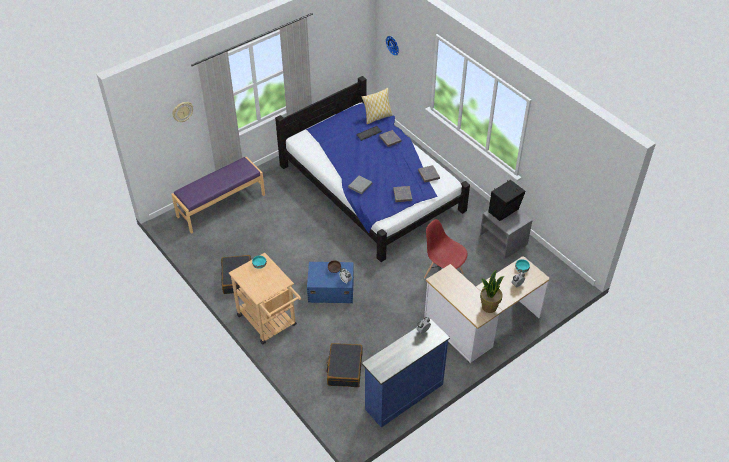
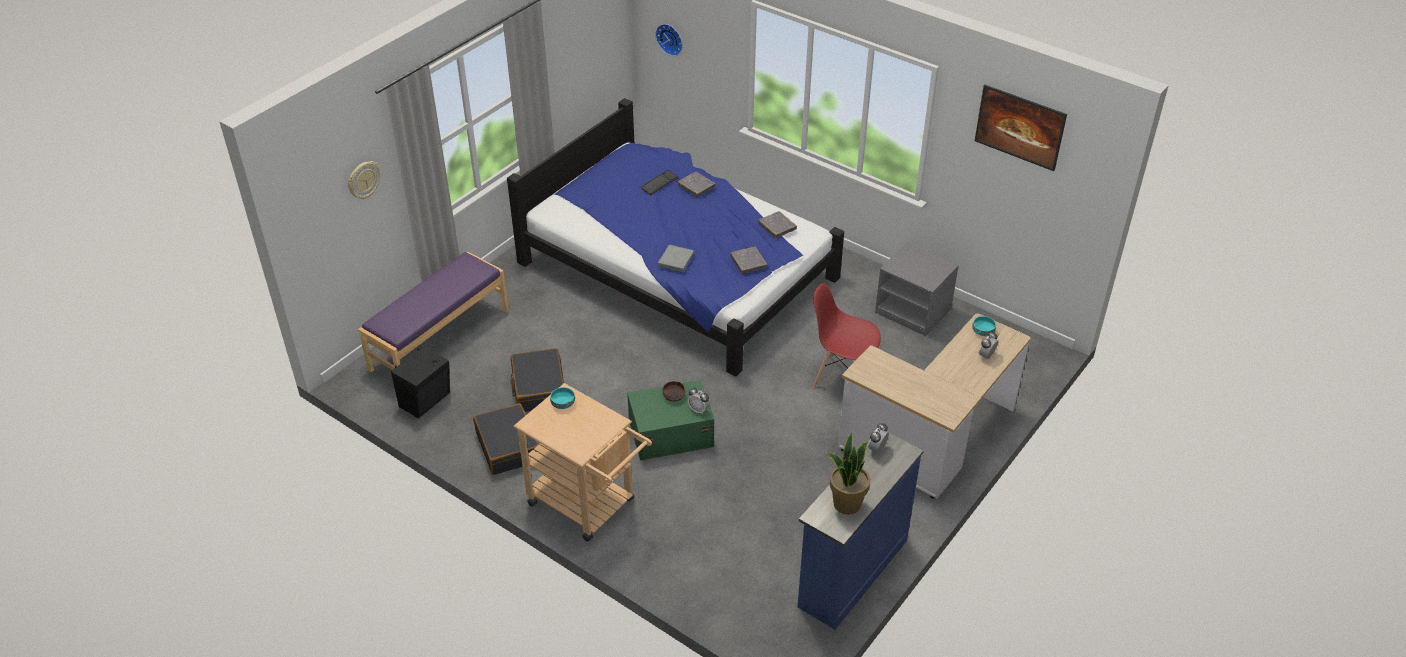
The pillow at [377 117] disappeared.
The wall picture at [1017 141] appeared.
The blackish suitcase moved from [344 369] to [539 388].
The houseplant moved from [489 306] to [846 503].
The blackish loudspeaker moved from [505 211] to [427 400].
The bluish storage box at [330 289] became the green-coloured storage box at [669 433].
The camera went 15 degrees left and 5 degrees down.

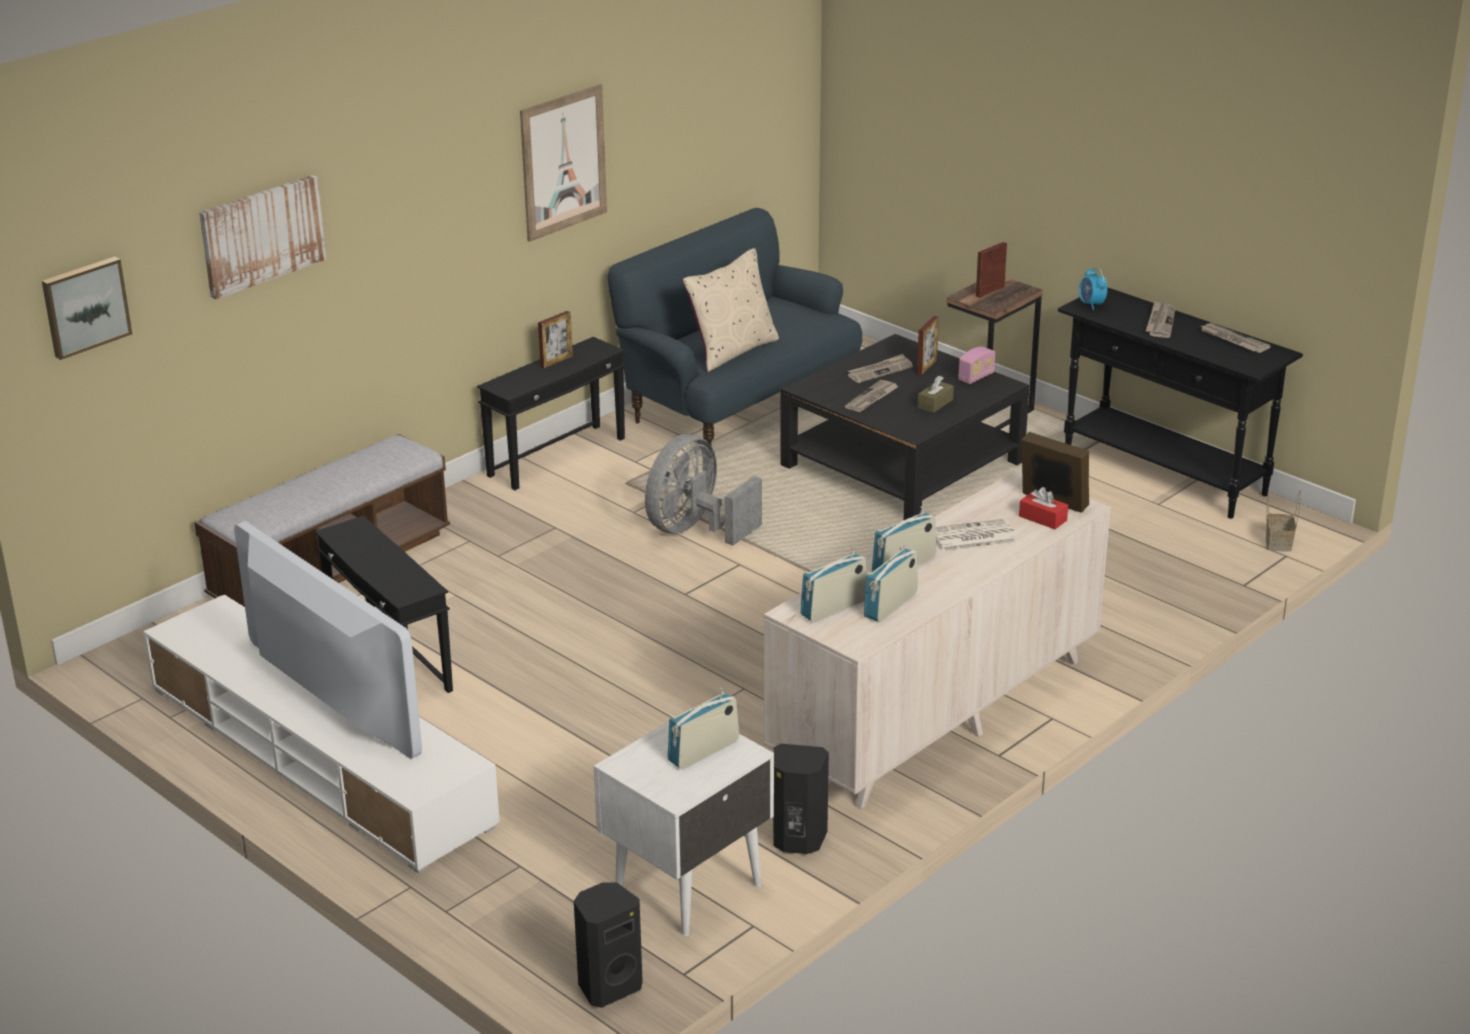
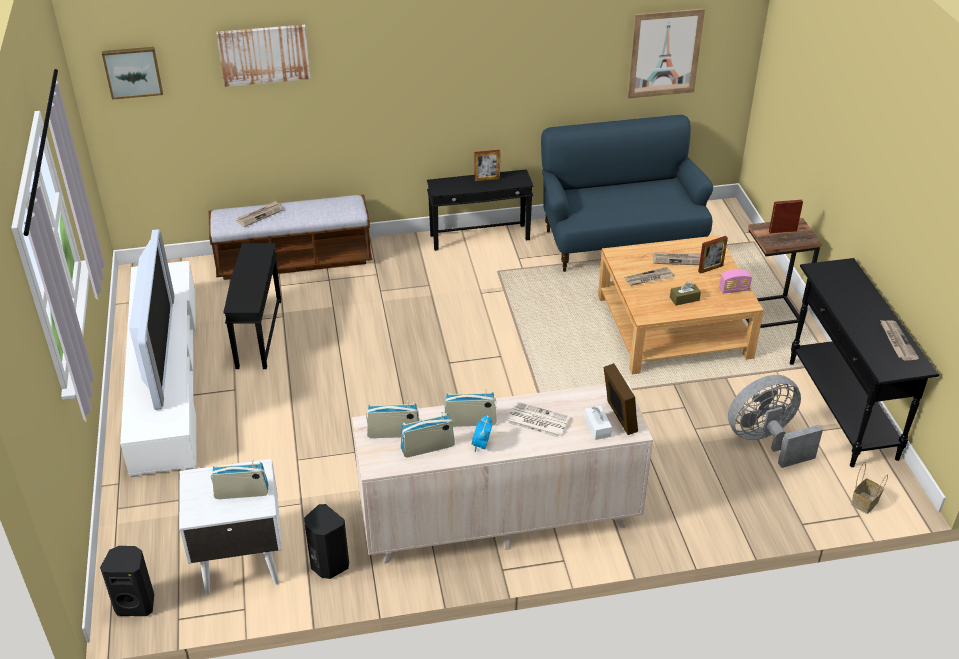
The sand-coloured pillow at [732 351] disappeared.
The wall picture moved from [563 162] to [665 53].
The grey cooling fan moved from [695 530] to [766 441].
The table clock moved from [1091 305] to [481 445].
The printed paper moved from [1160 322] to [259 215].
The blackish low table at [902 464] became the sand-coloured low table at [673 327].
The red-coloured tissue holder at [1042 518] became the white tissue holder at [597 427].
The camera went 35 degrees right and 10 degrees up.

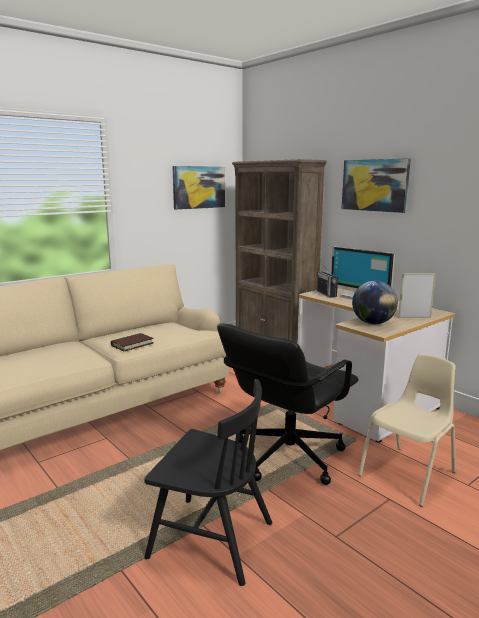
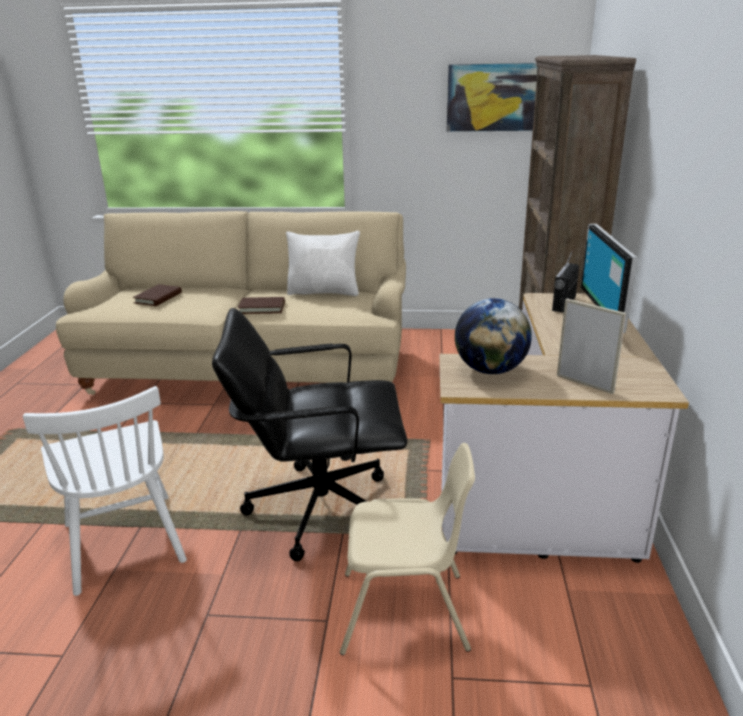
The wall picture at [374 185] disappeared.
The brown bound book at [158 298] appeared.
The white pillow at [324 292] appeared.
The blackish plain chair at [210 539] became the white plain chair at [124 541].
The camera went 45 degrees right and 10 degrees up.

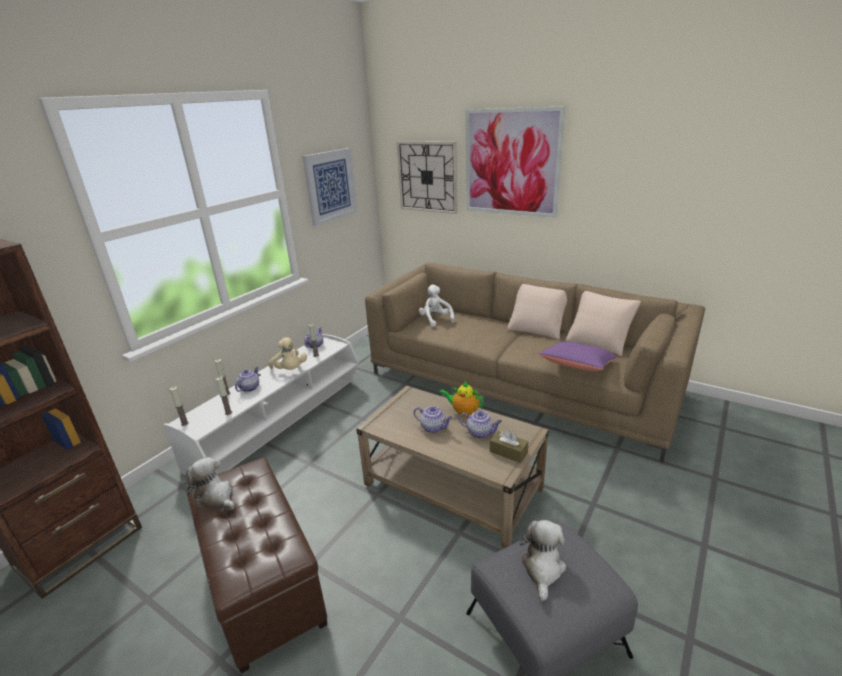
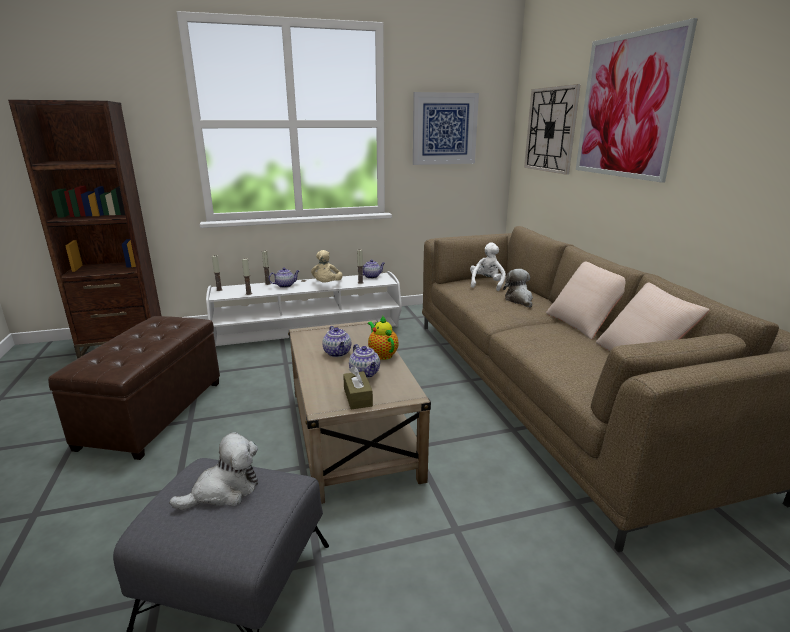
The purplish pillow at [577 366] disappeared.
The plush toy moved from [215 496] to [519 300].
The camera went 40 degrees right and 5 degrees down.

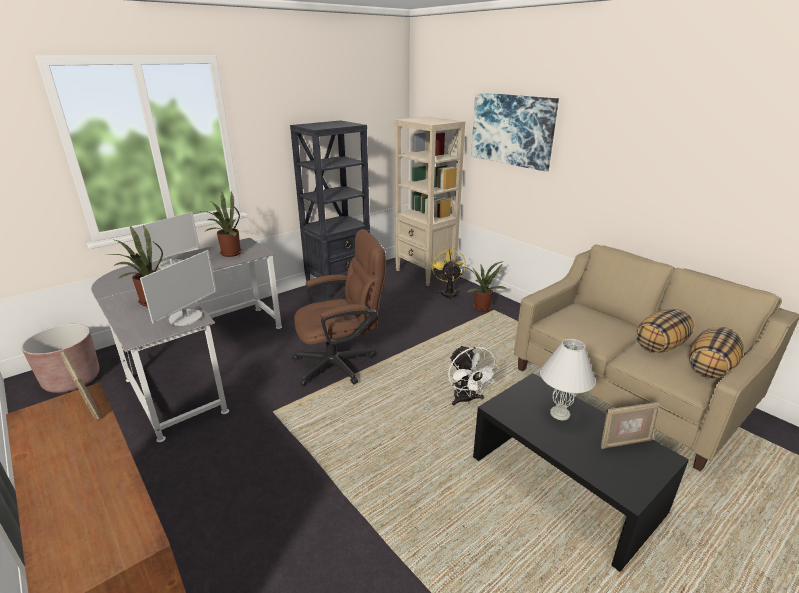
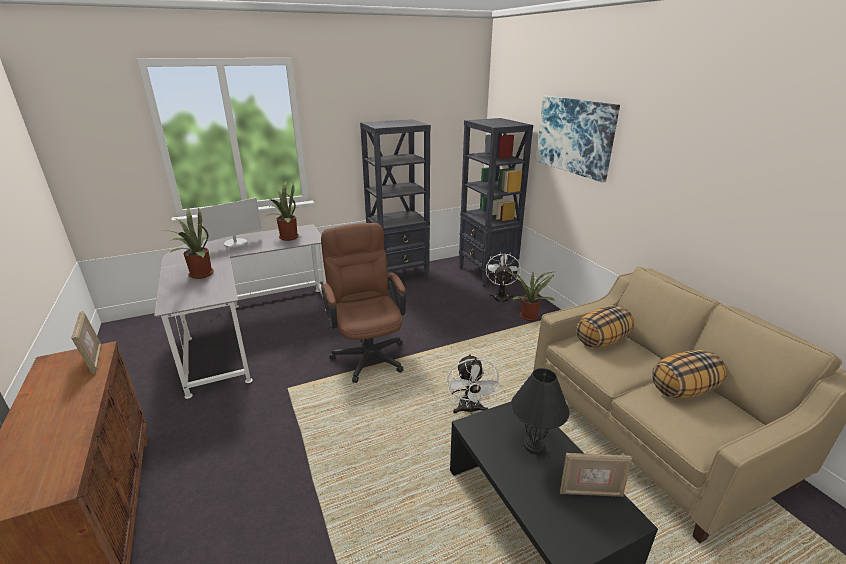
The brown planter at [72 380] disappeared.
The computer screen at [186 318] disappeared.
The pillow moved from [709 367] to [601 340].
The sand-coloured bookshelf at [425 273] became the blackish bookshelf at [487 274].
The yellow cooling fan at [448 293] became the white cooling fan at [501 297].
The white table lamp at [559 414] became the blackish table lamp at [533 445].
The brown desk chair at [341 363] turned 105 degrees counterclockwise.
The camera went 15 degrees right and 0 degrees up.

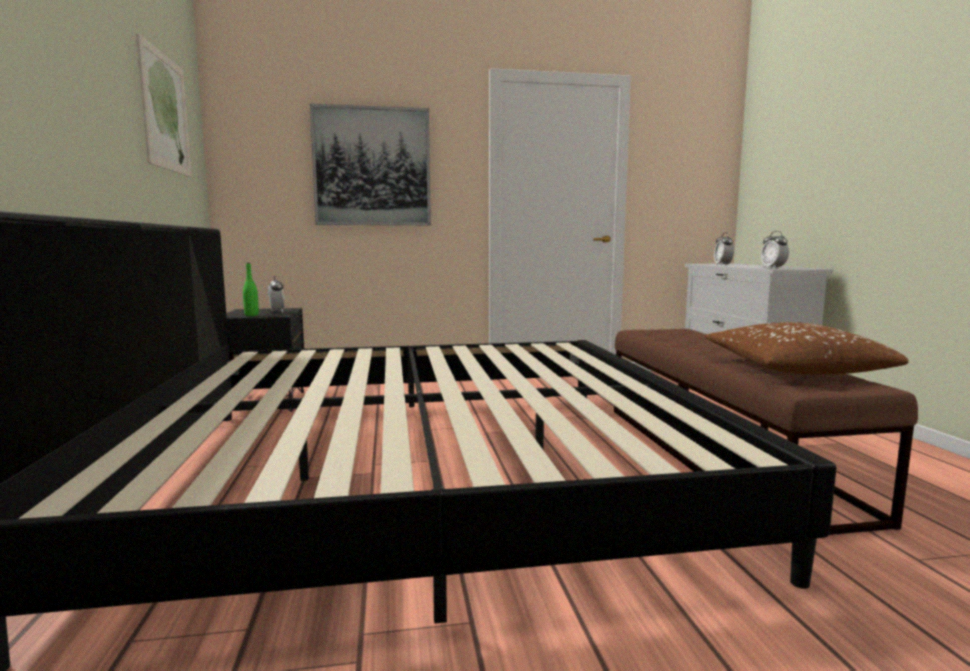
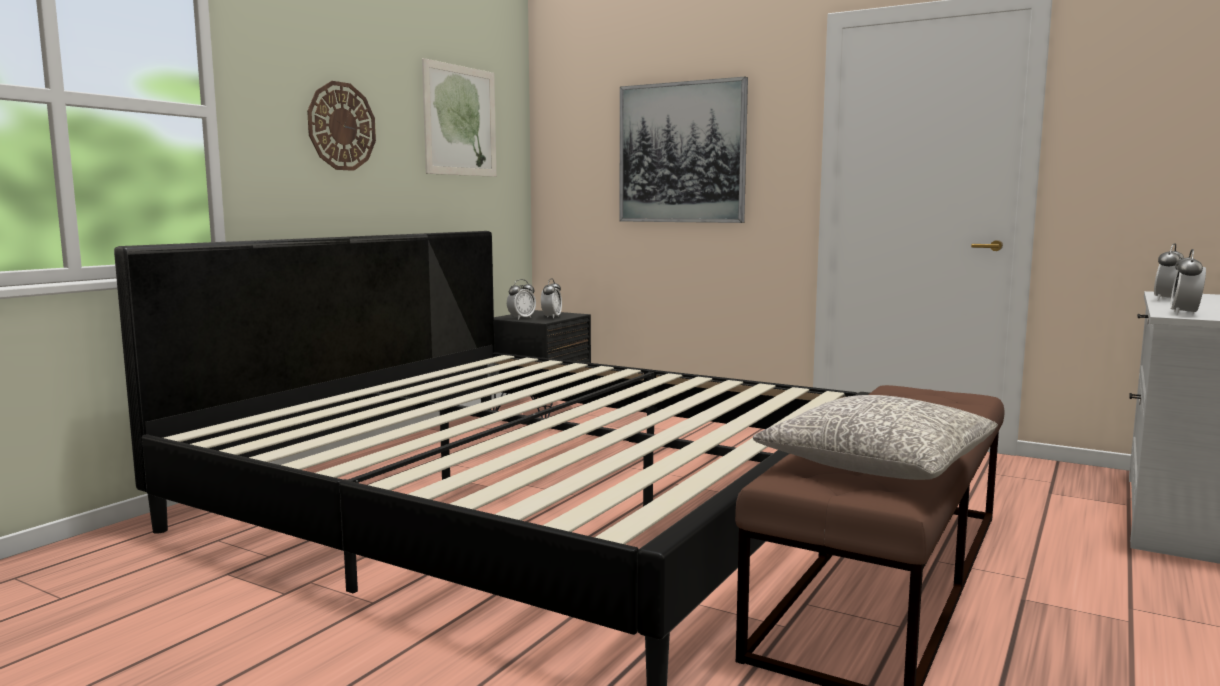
The hanging clock at [341 126] appeared.
The green-coloured beverage bottle at [251 315] was replaced by the table clock at [521 318].
The brown pillow at [792 370] became the grey pillow at [877 464].
The camera went 40 degrees right and 0 degrees up.

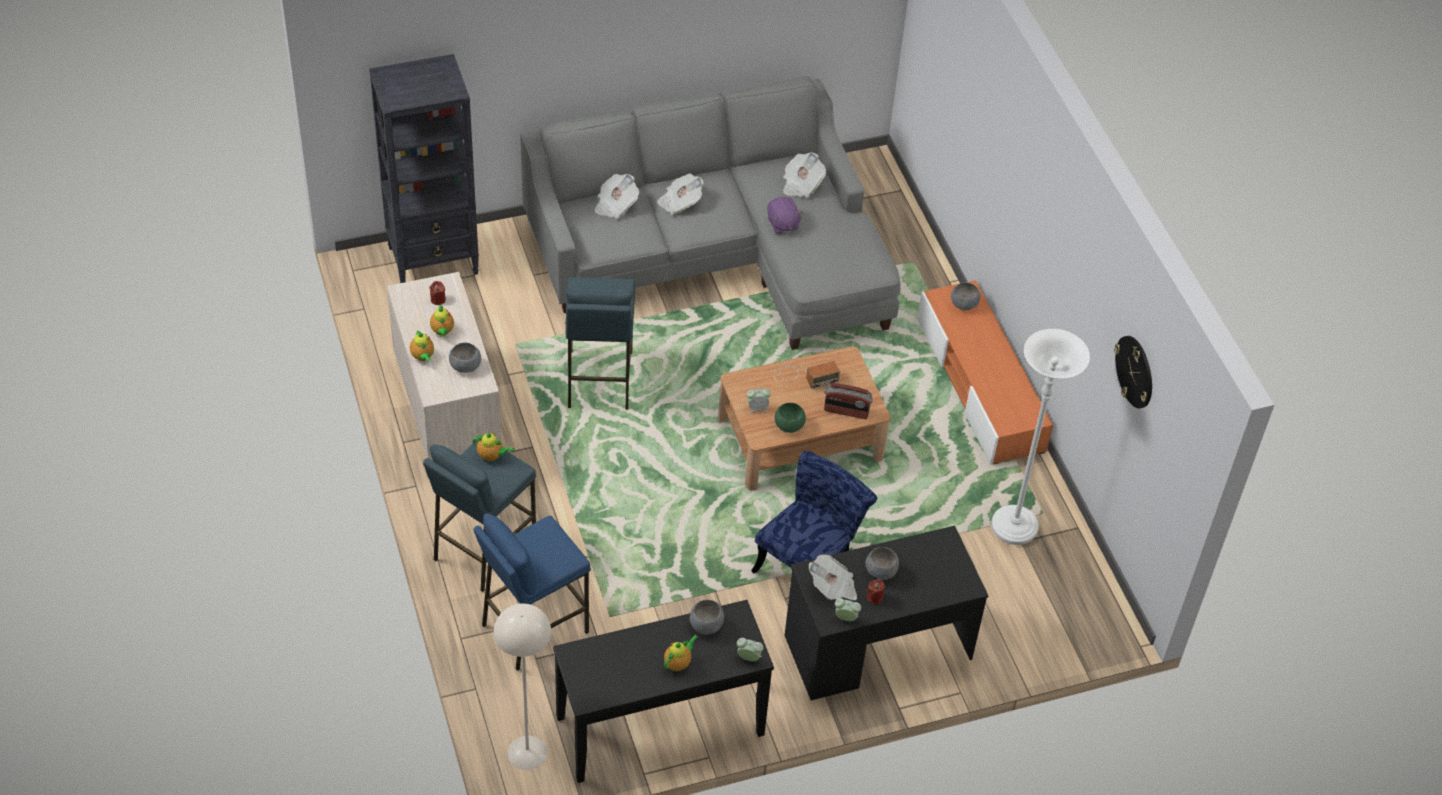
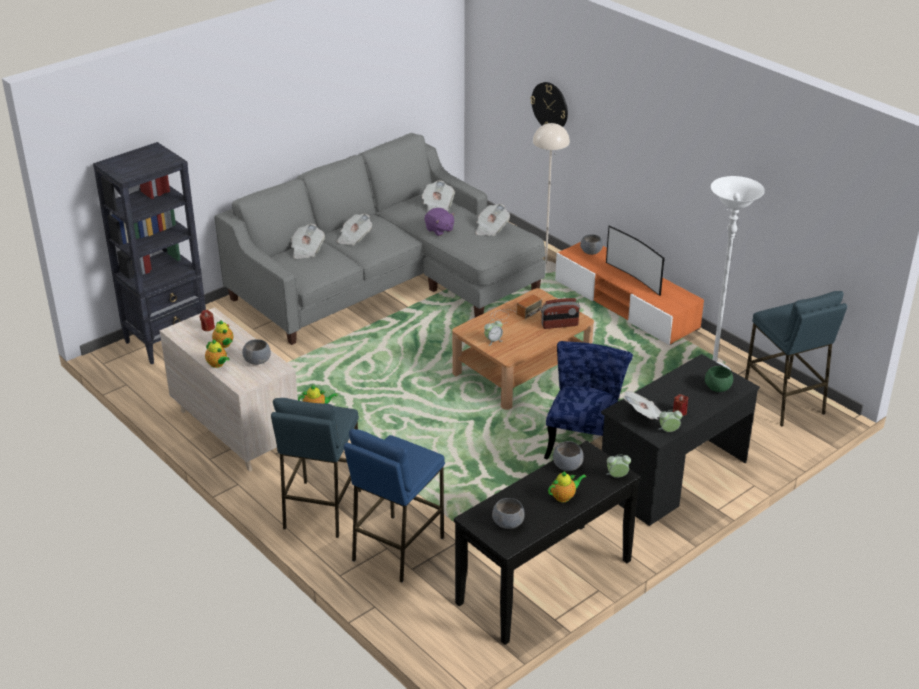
The printed paper at [491 229] appeared.
The TV at [635 277] appeared.
The sand-coloured standard lamp moved from [528 752] to [546 267].
The bluish sitting stool moved from [598 380] to [784 402].
The green-coloured bowl moved from [789 425] to [718 388].
The grey bowl moved from [881 570] to [508 522].
The hanging clock moved from [1135 371] to [550 106].
The pot for tea at [678 663] turned 45 degrees clockwise.
The camera went 20 degrees left and 15 degrees down.

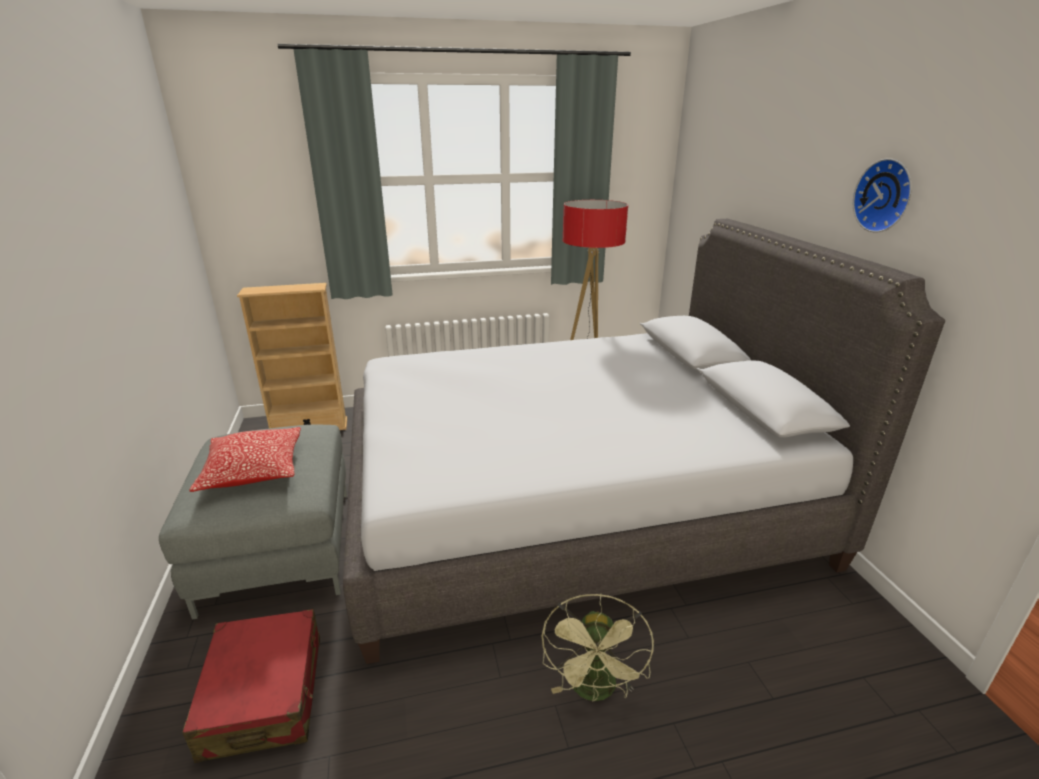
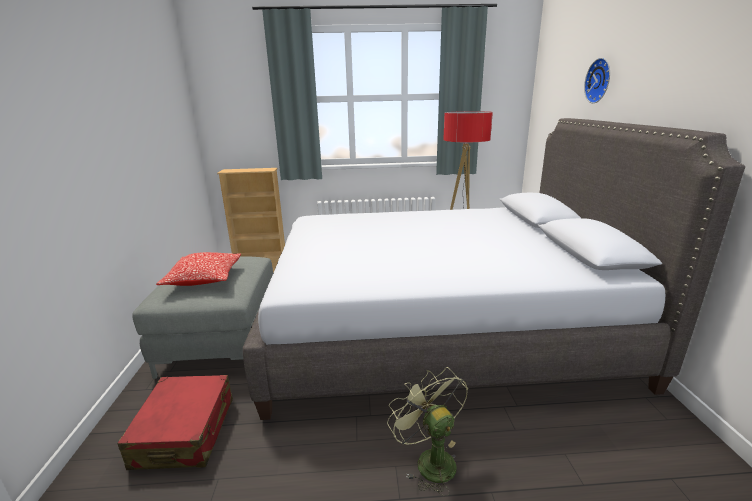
The hanging clock moved from [885 196] to [600 80].
The green-coloured cooling fan at [595 691] turned 135 degrees clockwise.
The camera went 10 degrees right and 5 degrees down.

